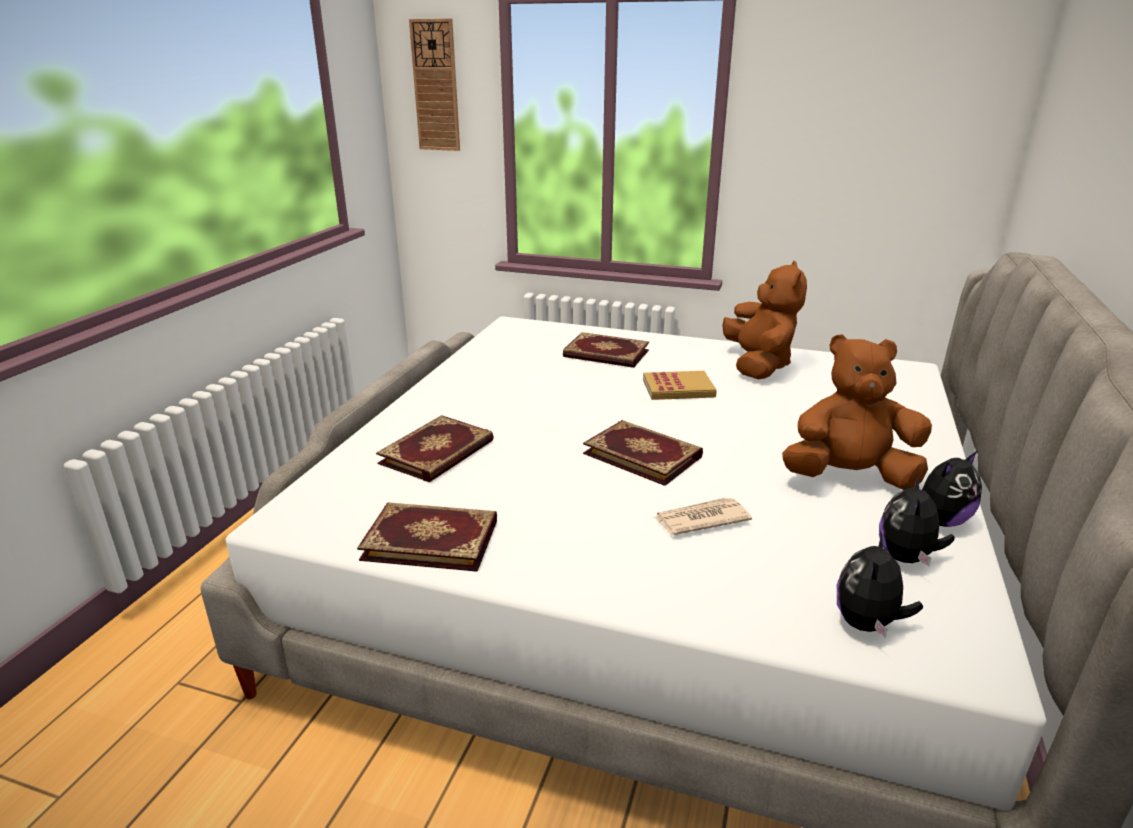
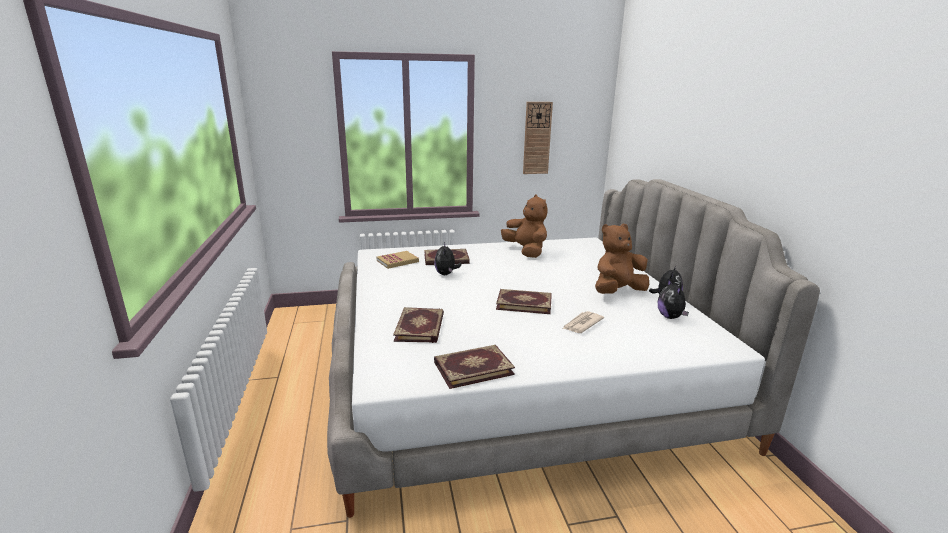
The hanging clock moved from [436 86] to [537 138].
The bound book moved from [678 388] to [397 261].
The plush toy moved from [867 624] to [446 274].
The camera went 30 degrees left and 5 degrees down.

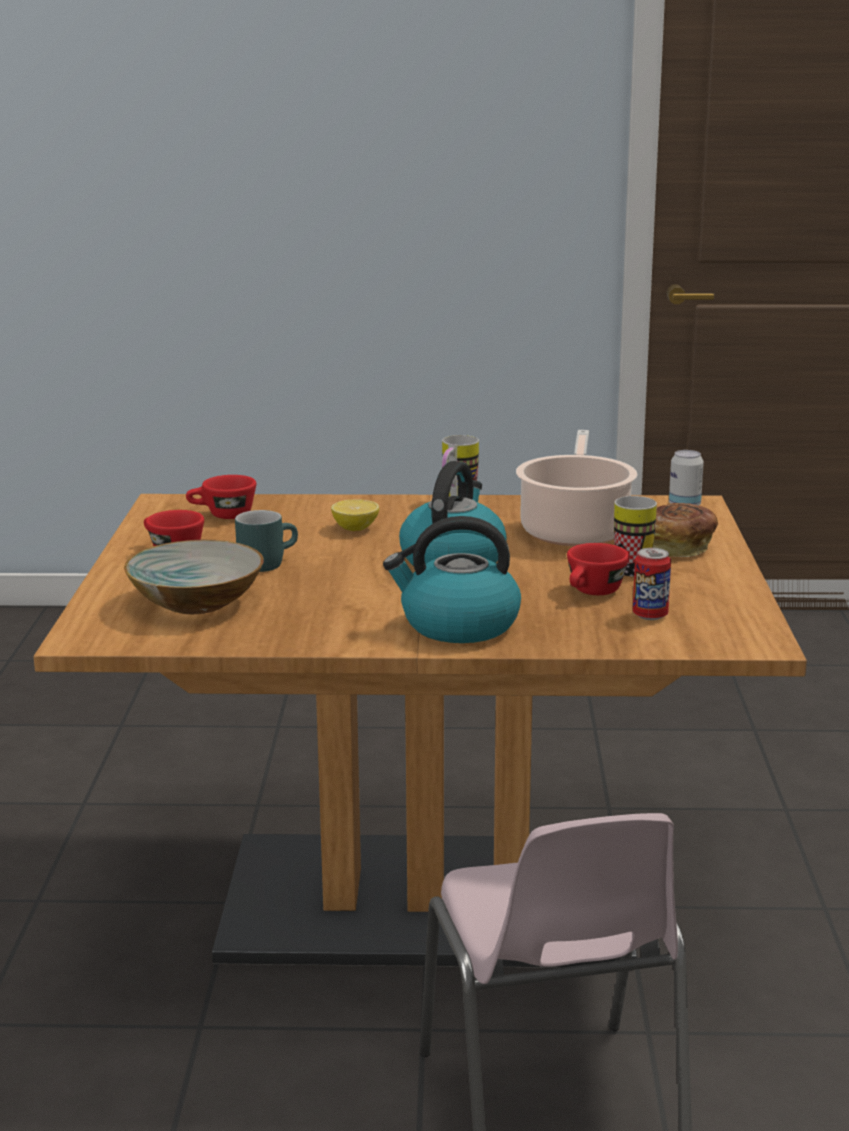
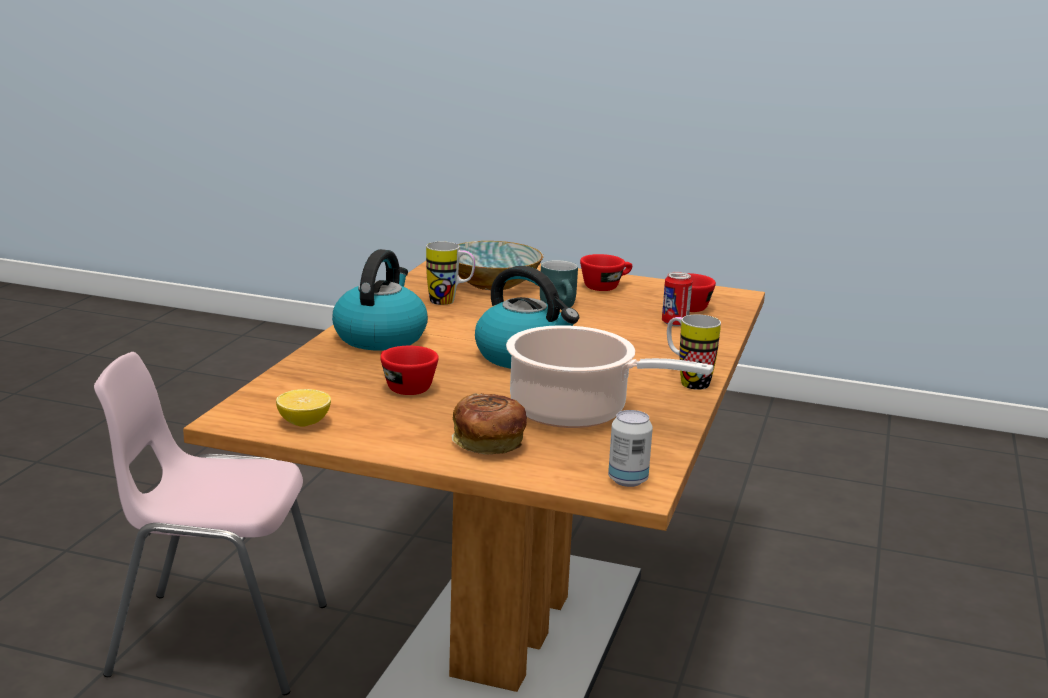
The lemon moved from [355 528] to [304 423].
The tea mug moved from [630 567] to [450 302].
The can moved from [650 615] to [674 323].
The camera went 105 degrees right and 0 degrees up.

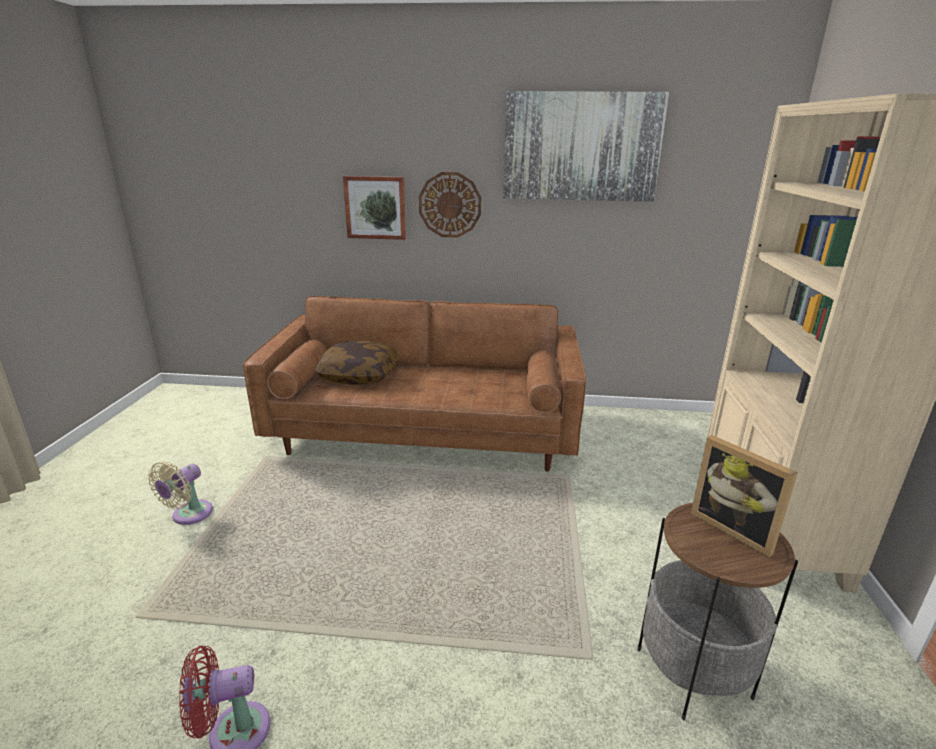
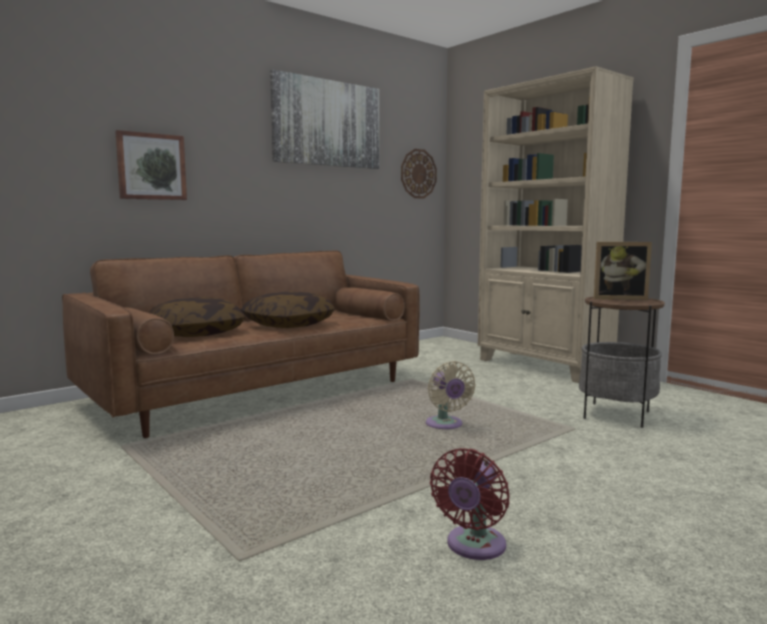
The pillow at [288 325] appeared.
The sand-coloured cooling fan moved from [188 515] to [445 425].
The hanging clock moved from [450 205] to [418 174].
The camera went 45 degrees left and 15 degrees down.

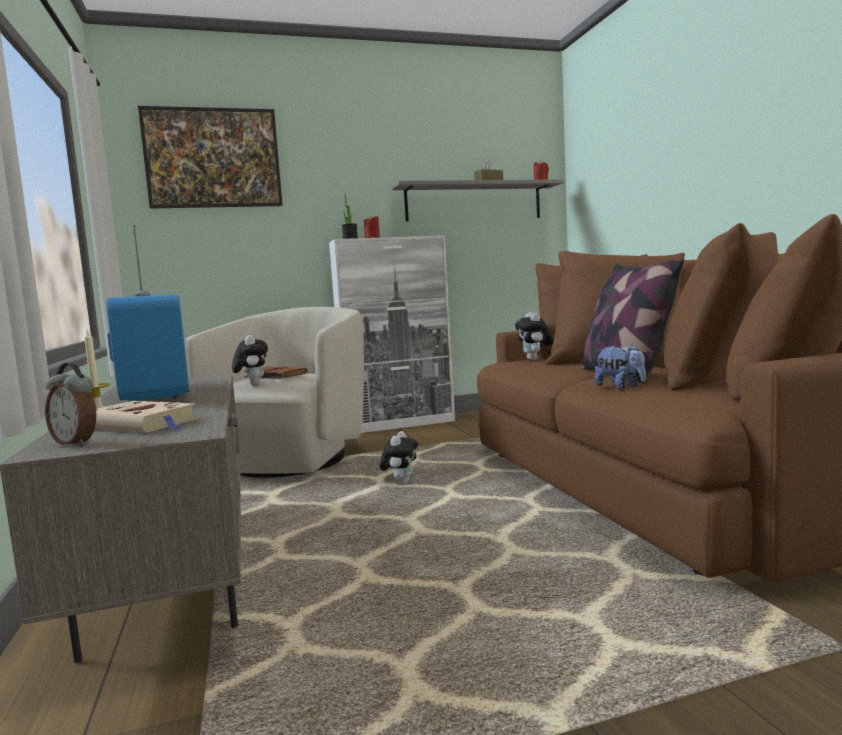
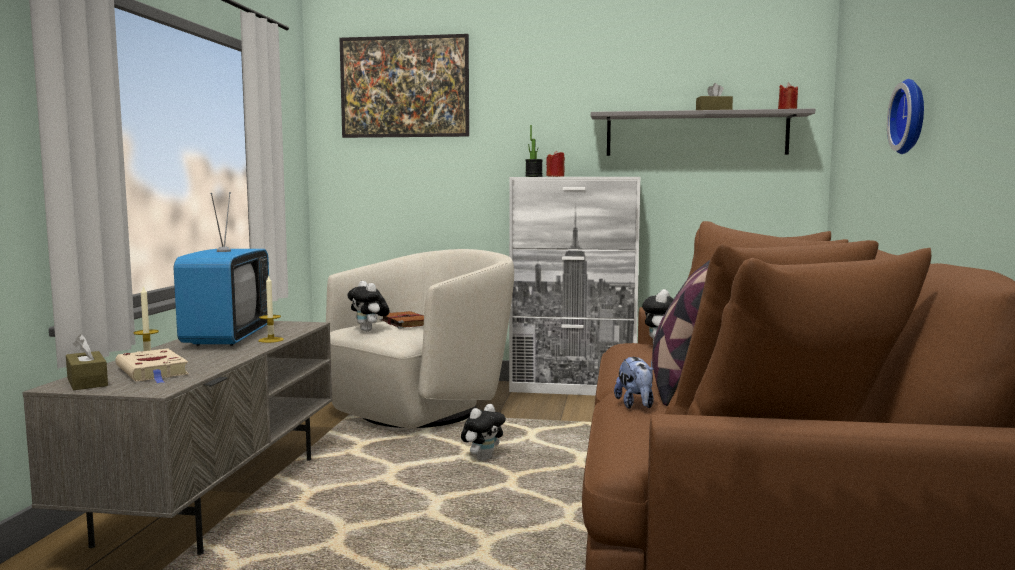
The candle at [271 340] appeared.
The hanging clock at [912 116] appeared.
The table clock at [76 443] was replaced by the brown tissue holder at [87 382].
The plush toy at [253 384] turned 135 degrees clockwise.
The camera went 25 degrees right and 0 degrees up.

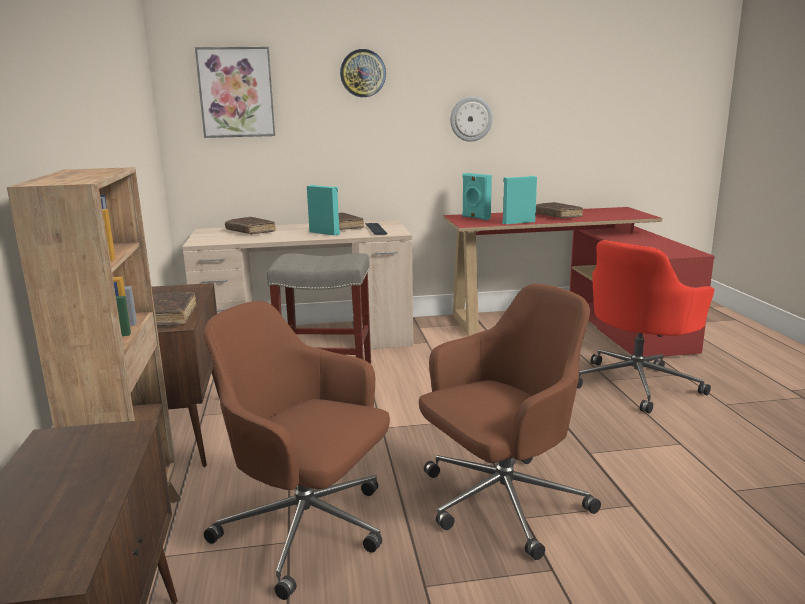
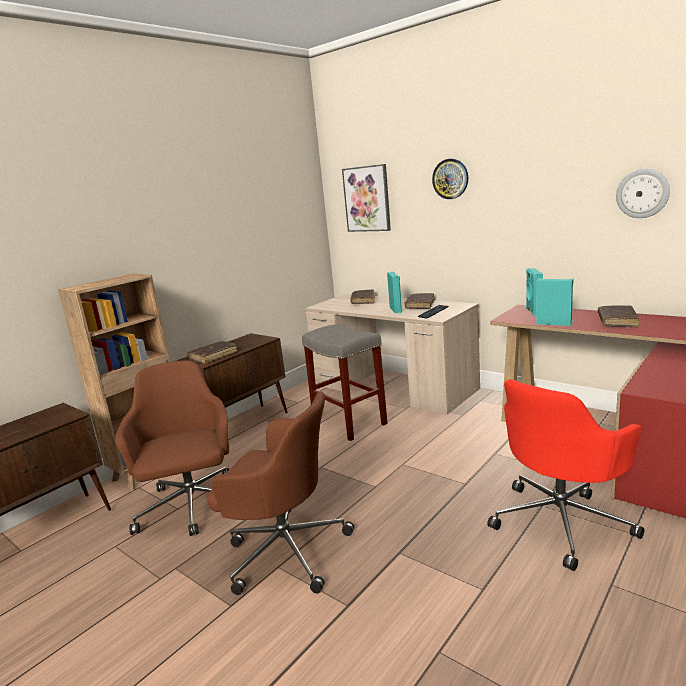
The hanging clock moved from [471 119] to [642 193].
The red-coloured desk chair at [637 384] turned 45 degrees counterclockwise.
The camera went 50 degrees right and 0 degrees up.

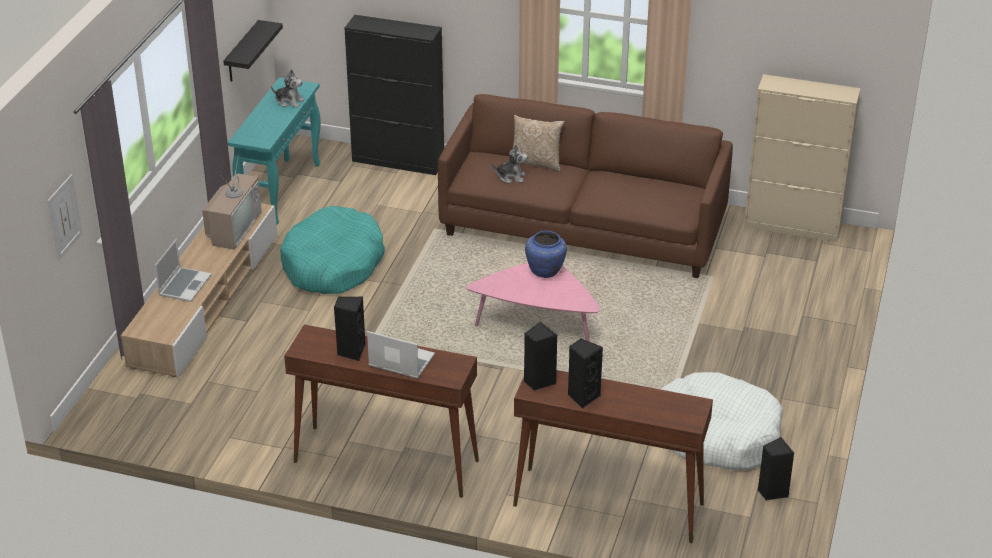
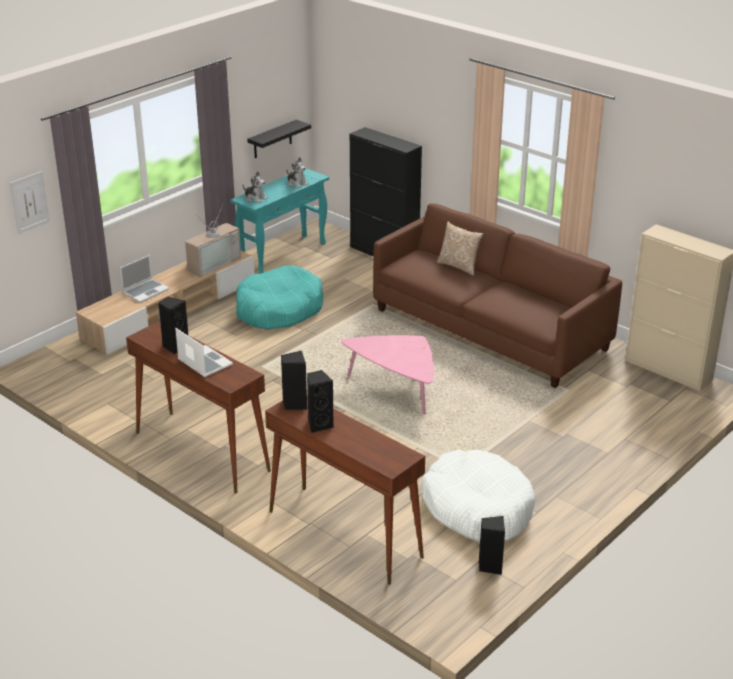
The bluish decorative vase at [546 271] disappeared.
The plush toy moved from [511 177] to [255 198].
The camera went 25 degrees right and 5 degrees down.

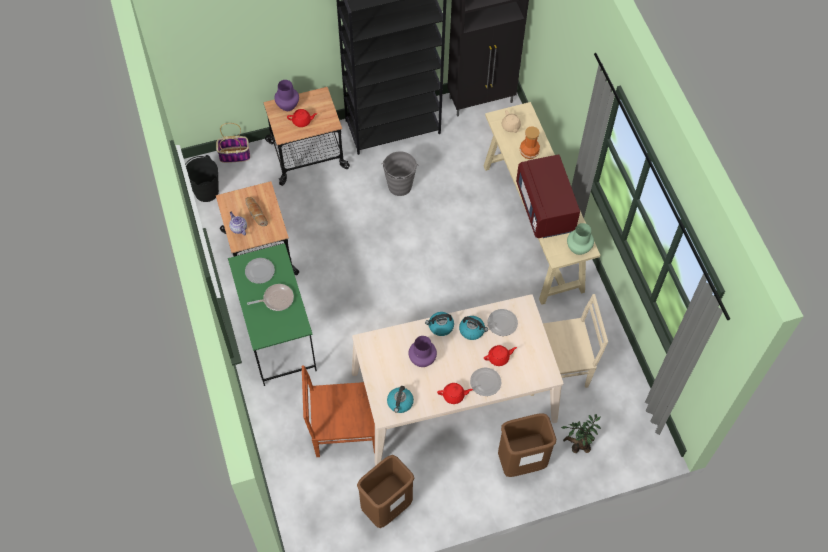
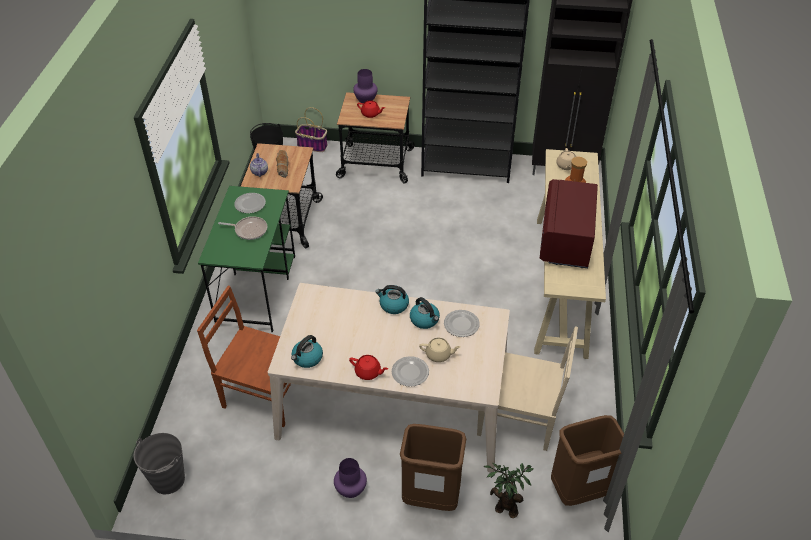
The green-coloured decorative vase at [579 248] disappeared.
The brown rubbish bin moved from [386 507] to [579 491].
The grey pail moved from [399 186] to [168 480].
The purplish decorative vase moved from [422 359] to [351 489].
The red-coloured pot for tea at [499 358] became the sand-coloured pot for tea at [439 355].
The camera went 25 degrees right and 15 degrees down.

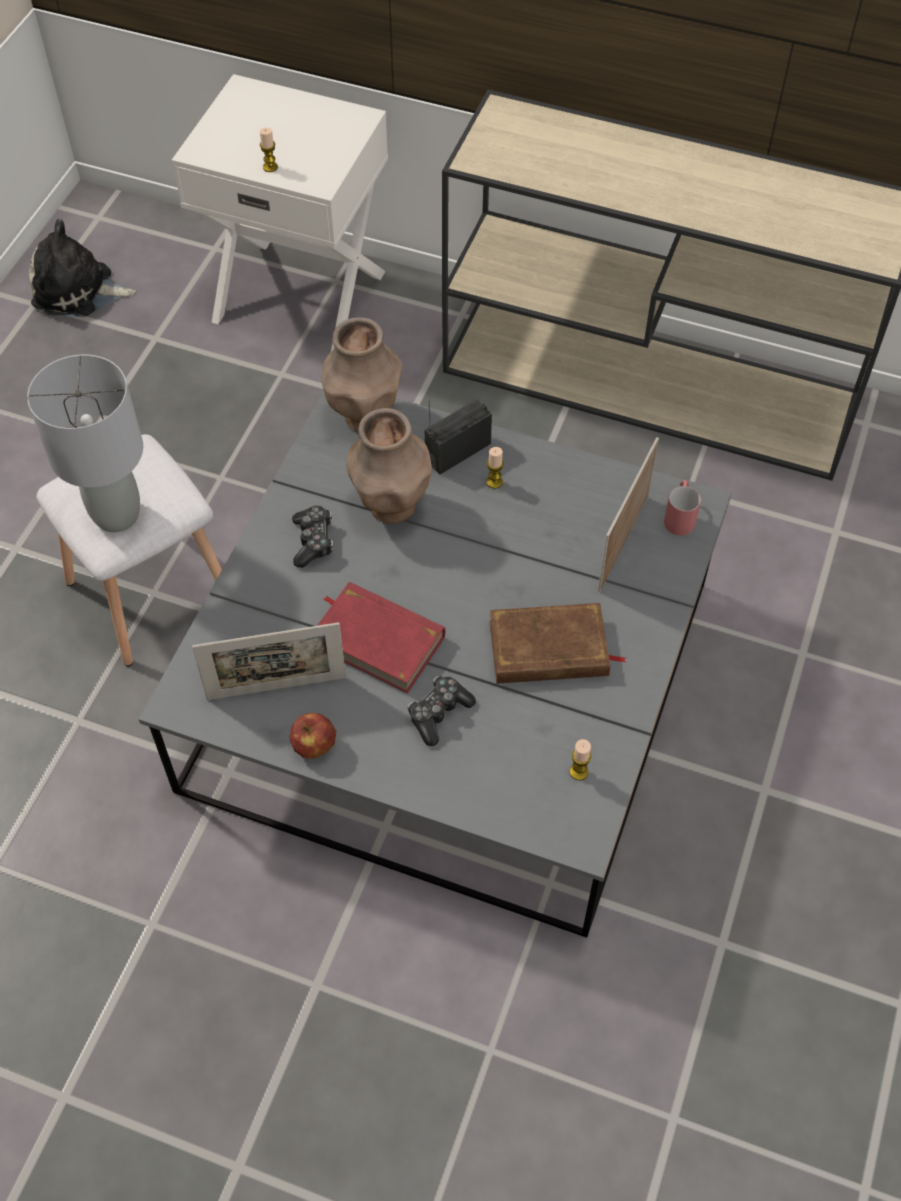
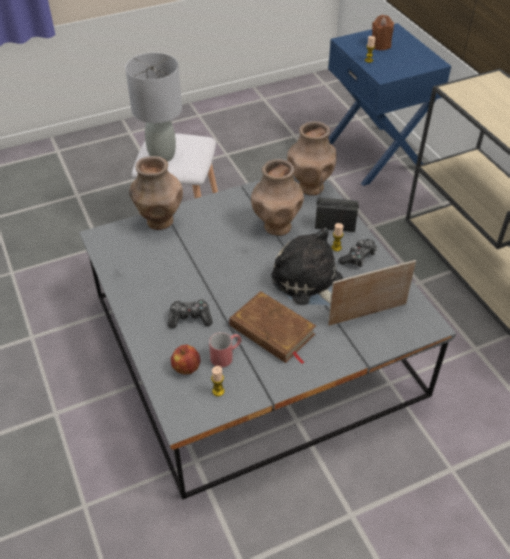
The picture frame at [276 688] disappeared.
The red-coloured bound book at [378 640] disappeared.
The brown decorative vase at [159 221] appeared.
The brown candle at [380 45] appeared.
The plush toy moved from [78 291] to [309 283].
The whole apple moved from [314 746] to [186 368].
The game controller moved from [313 541] to [358 257].
The red-coloured tea mug moved from [680 516] to [226 355].
The white bedside table at [300 294] became the bluish bedside table at [375 154].
The camera went 45 degrees right and 10 degrees down.

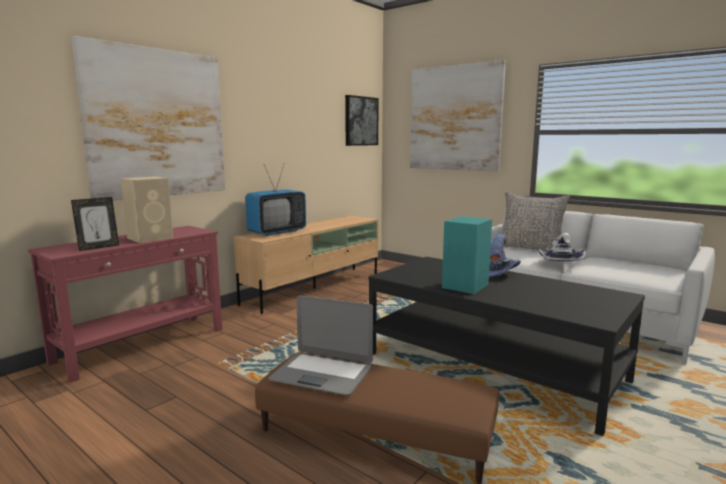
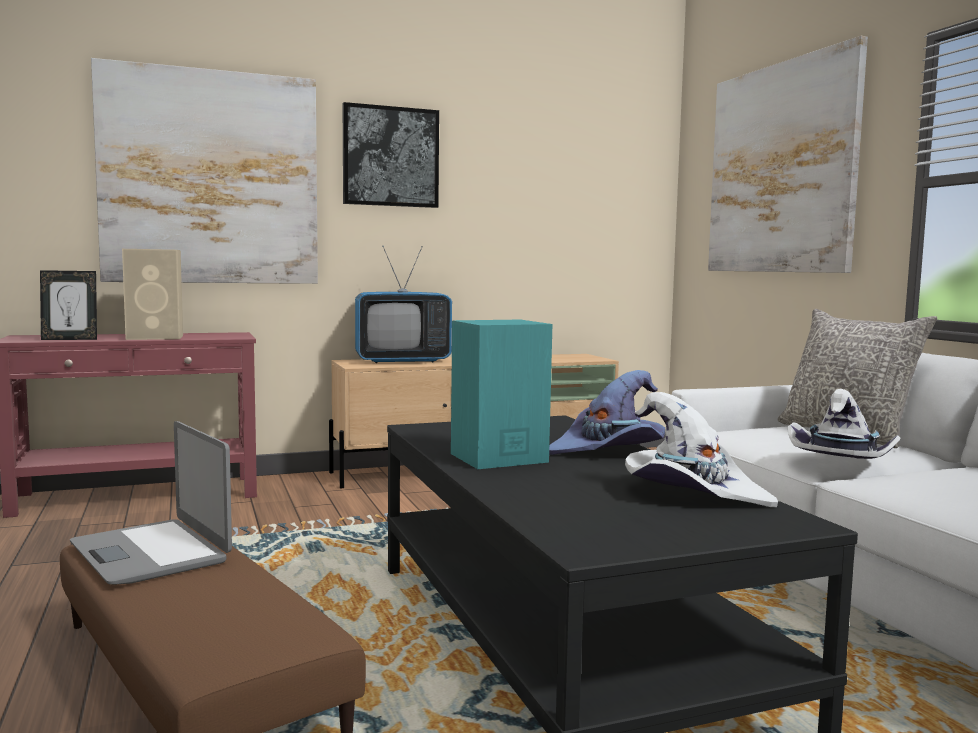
The white clothing hat at [692 493] appeared.
The wall picture moved from [361 121] to [390 157].
The camera went 30 degrees right and 5 degrees down.

